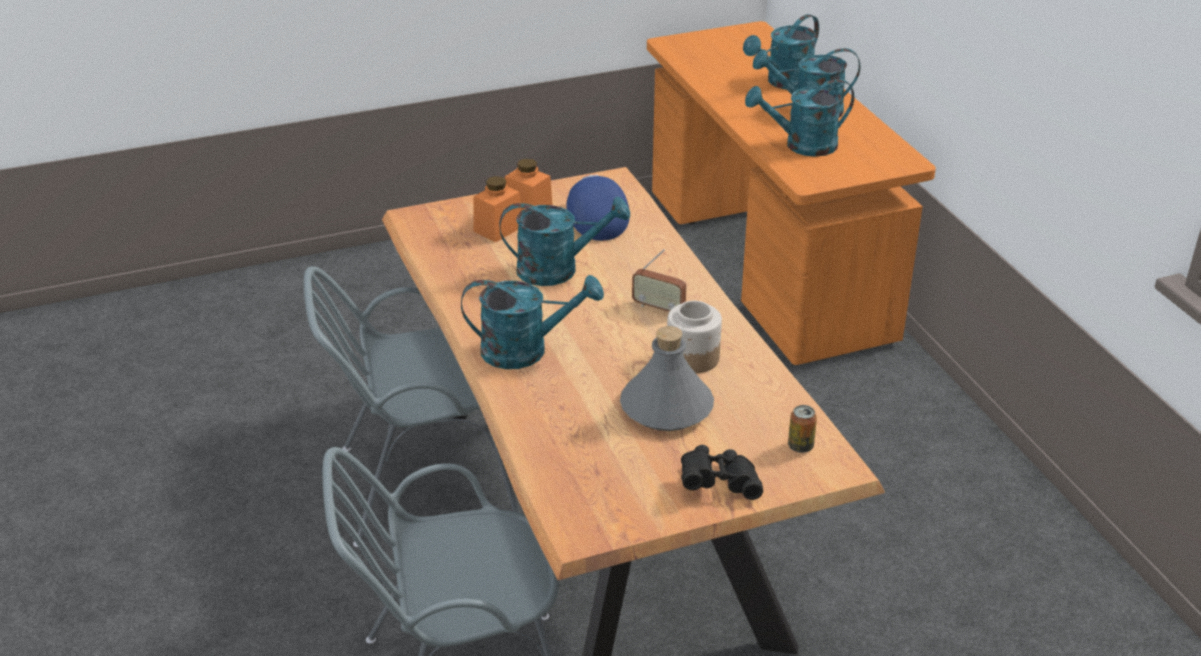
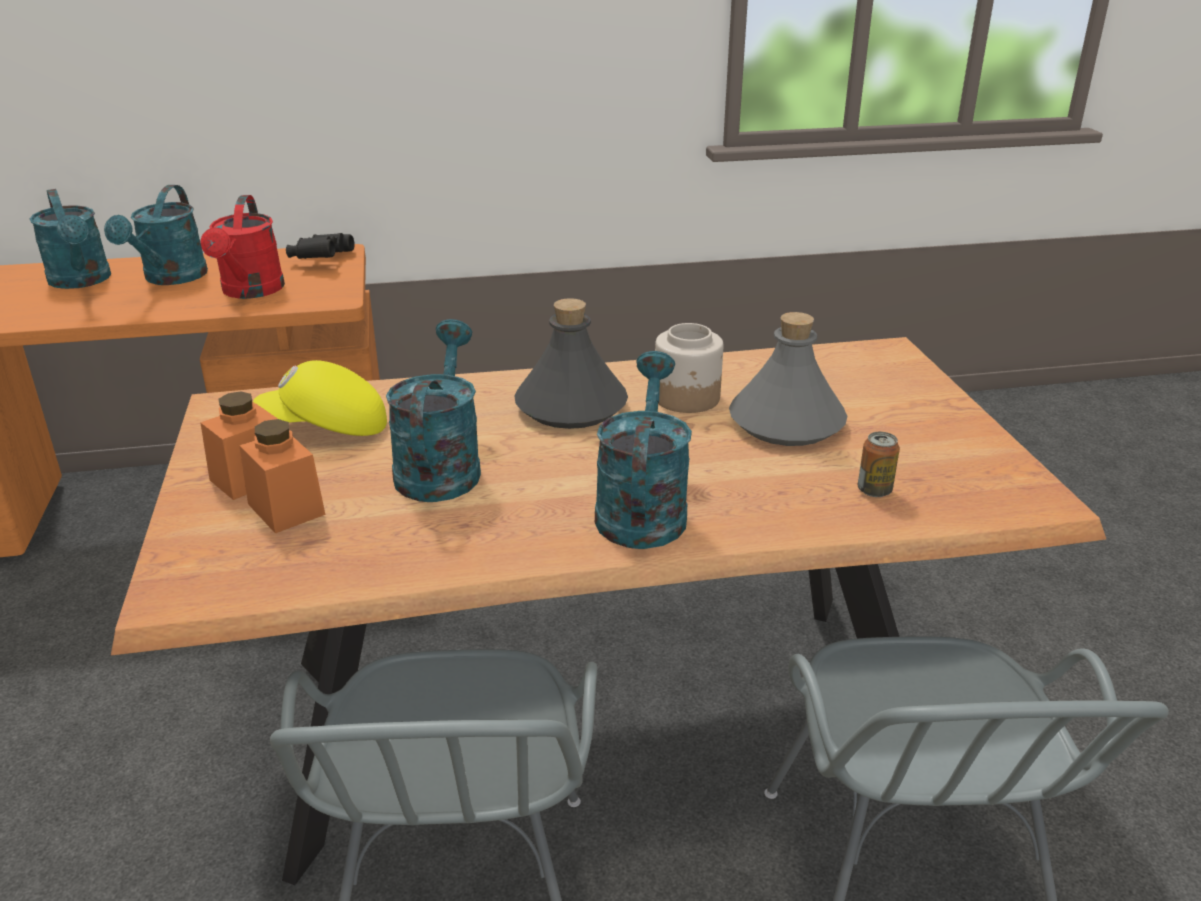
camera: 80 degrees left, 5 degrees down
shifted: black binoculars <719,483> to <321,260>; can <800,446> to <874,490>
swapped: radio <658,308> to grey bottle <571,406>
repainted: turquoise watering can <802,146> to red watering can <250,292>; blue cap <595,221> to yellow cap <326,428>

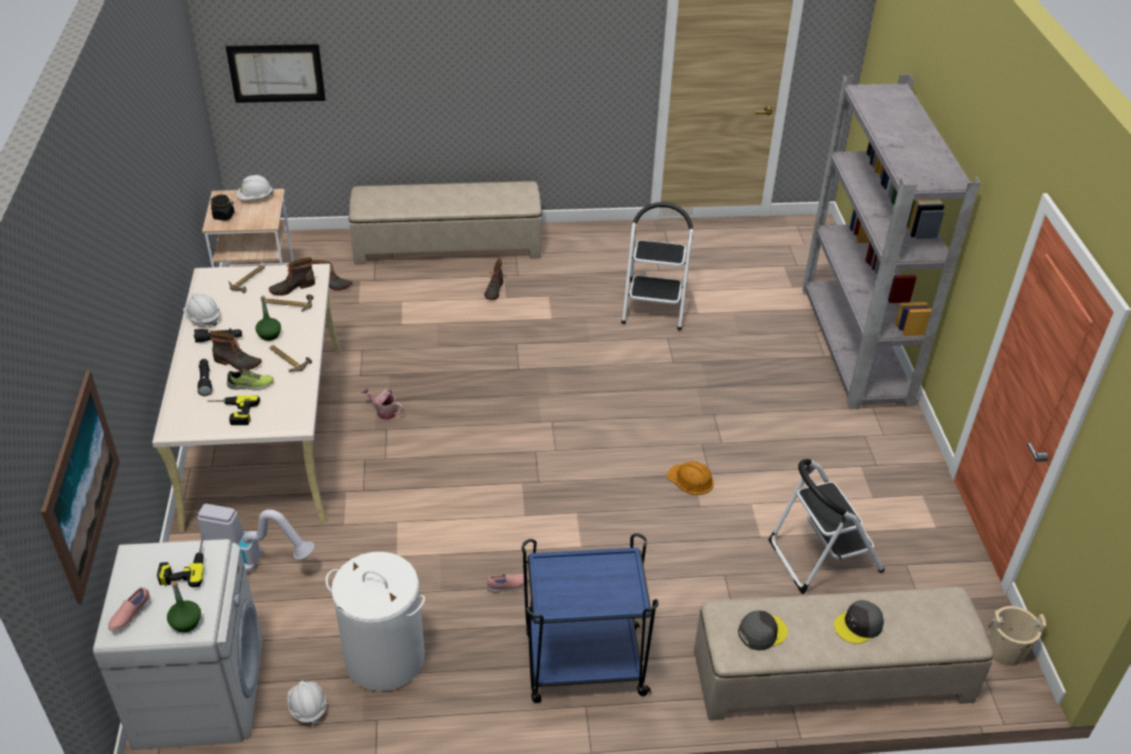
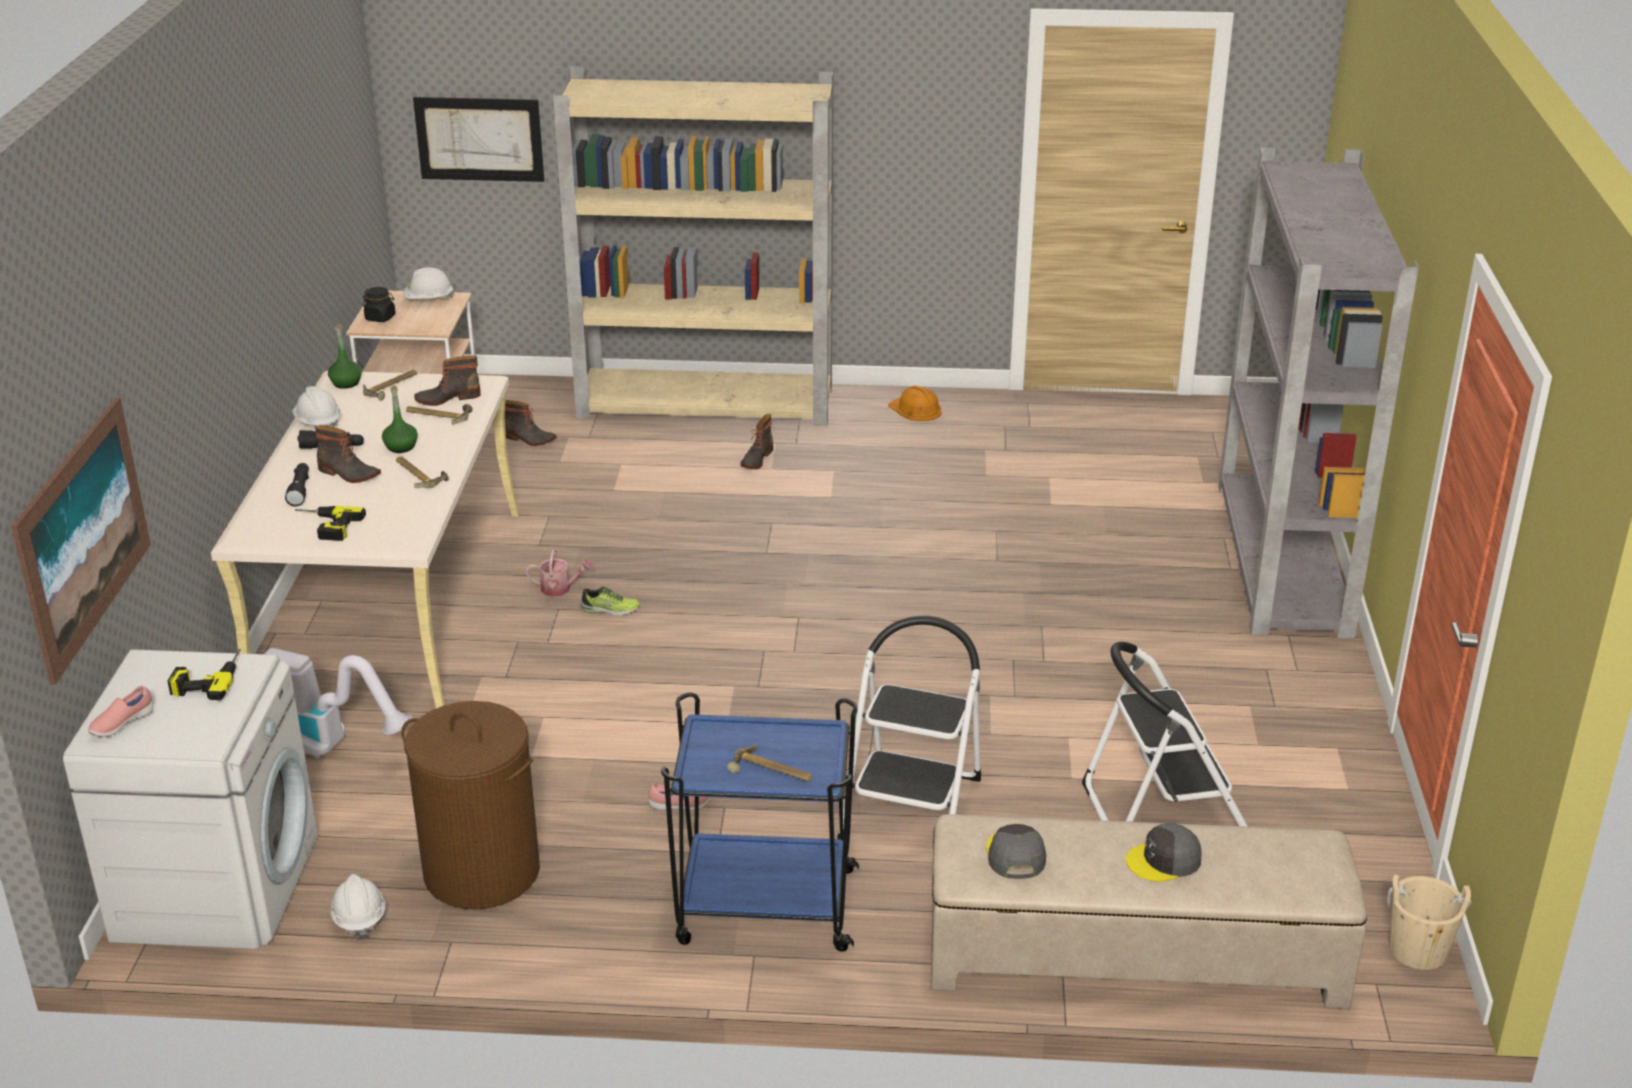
camera: 10 degrees right, 10 degrees down
new: hammer <771,772>
shifted: green bottle <186,622> to <346,383>; shoe <250,385> to <610,609>; step ladder <655,303> to <913,806>; orange hard hat <691,480> to <915,409>
swapped: beige bench <448,244> to beige bookcase <706,402>
repainted: white laundry basket <384,658> to brown laundry basket <481,872>
rotated: watering can <384,411> = <560,588> 150 degrees clockwise; grey cap <762,632> = <1015,855> 75 degrees counterclockwise

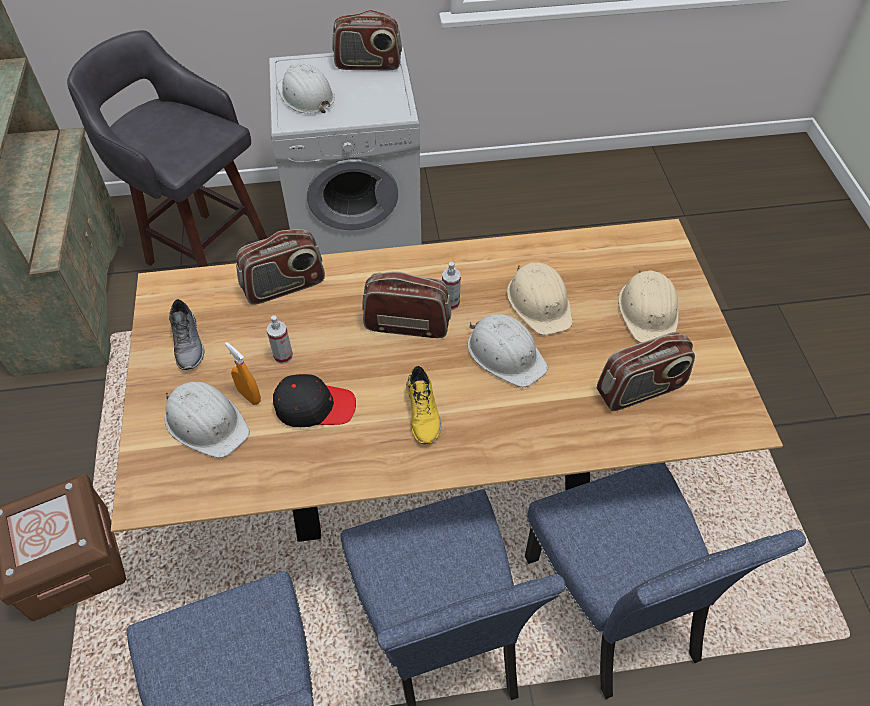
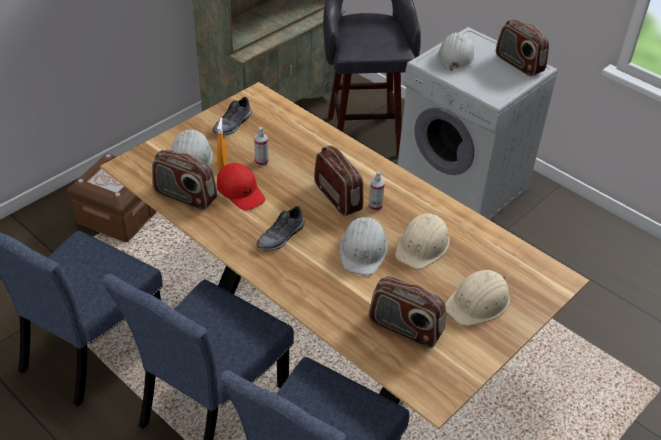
camera: 50 degrees right, 10 degrees down
shifted: radio <284,286> to <185,196>
repainted: black cap <314,406> to red cap <241,192>; yellow shoe <424,412> to grey shoe <282,237>

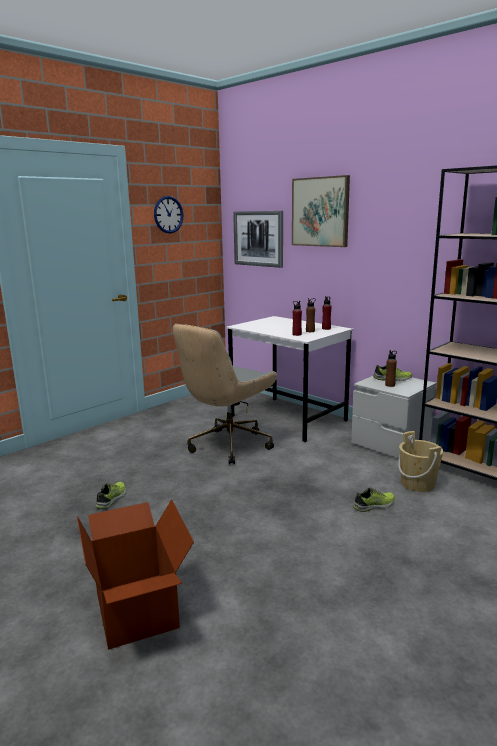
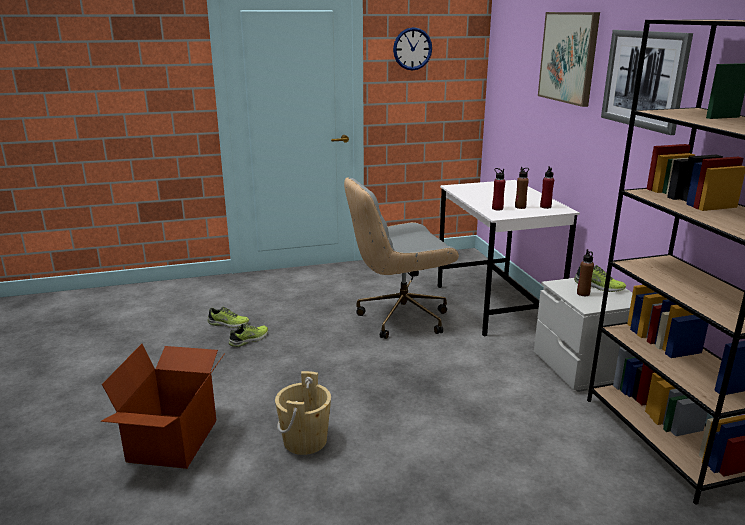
camera: 30 degrees right, 5 degrees up
shifted: shoe <374,505> to <228,324>; beige bucket <417,483> to <305,441>; picture <258,238> to <644,79>

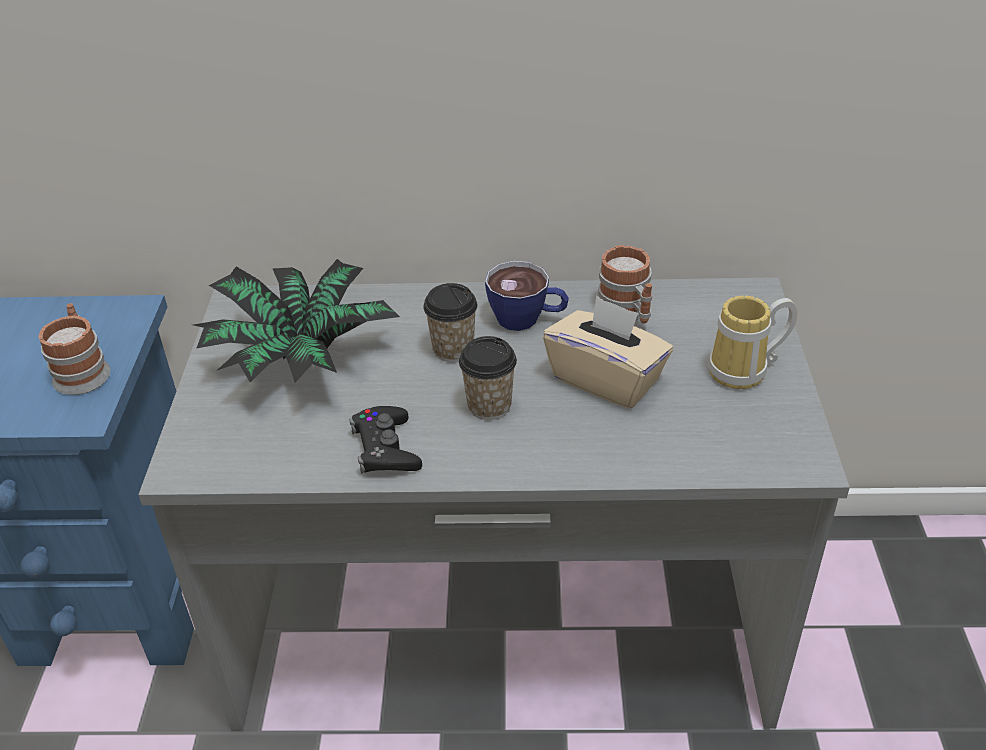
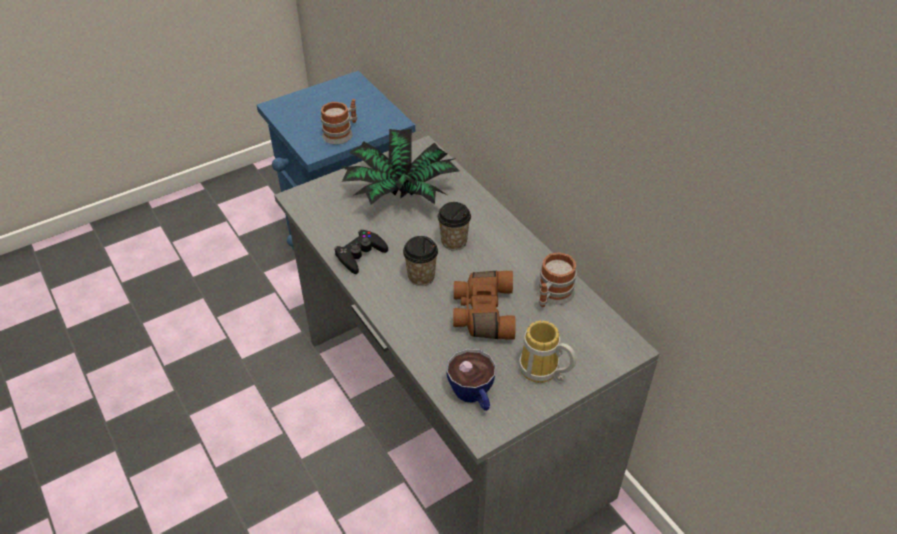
camera: 55 degrees right, 5 degrees up
shifted: cup <527,319> to <473,396>
swapped: beige tissue box <606,379> to brown binoculars <482,313>

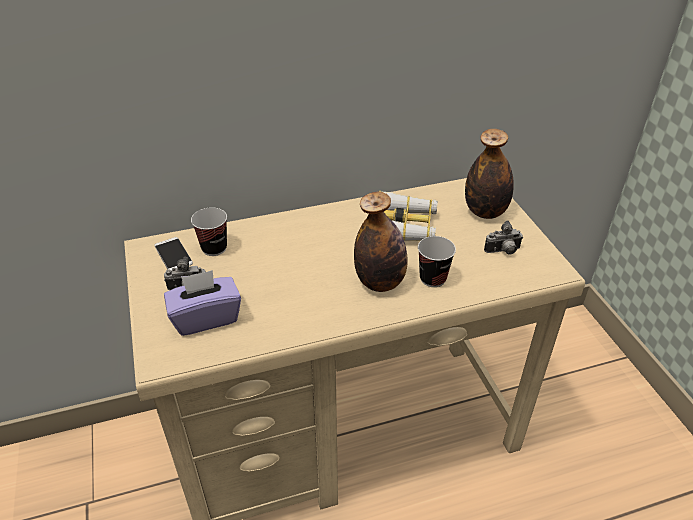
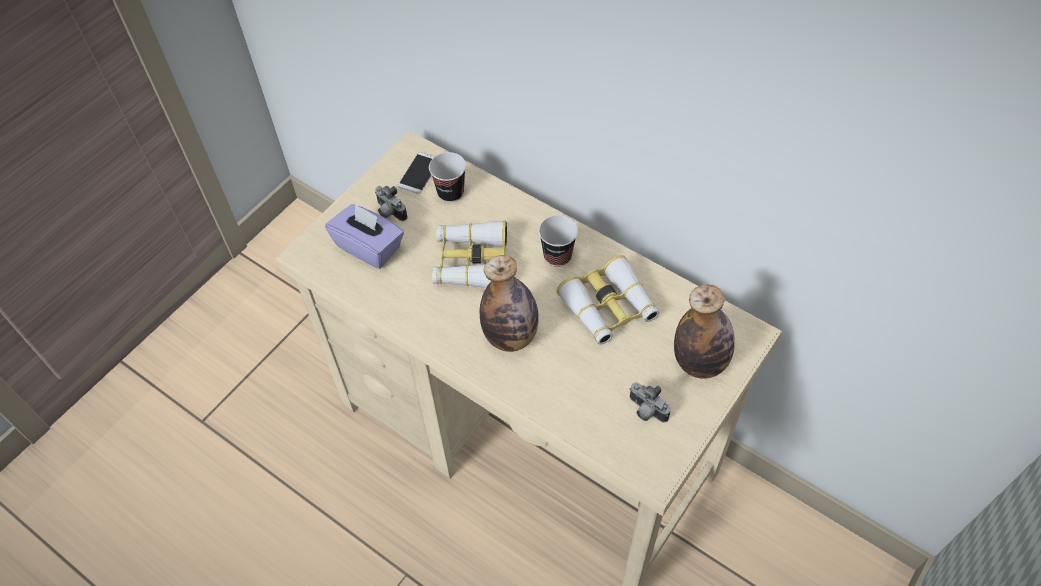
camera: 55 degrees right, 15 degrees up
new: binoculars <471,262>
shifted: cup <433,278> to <557,256>

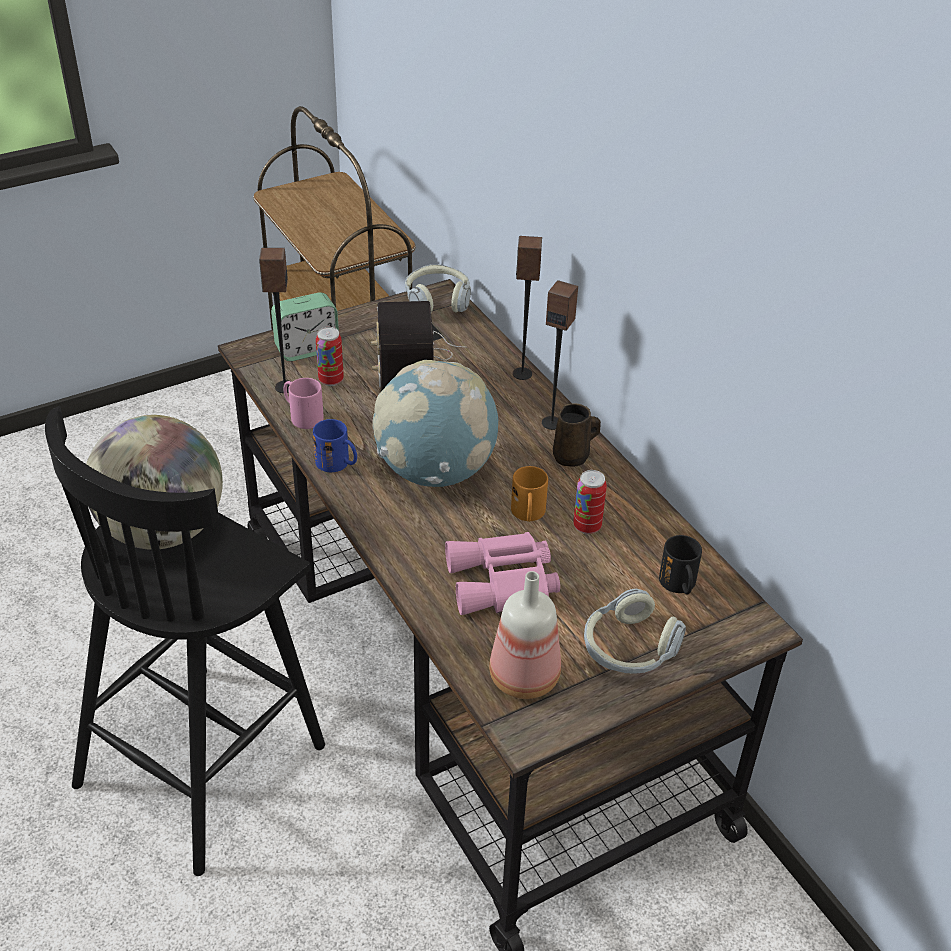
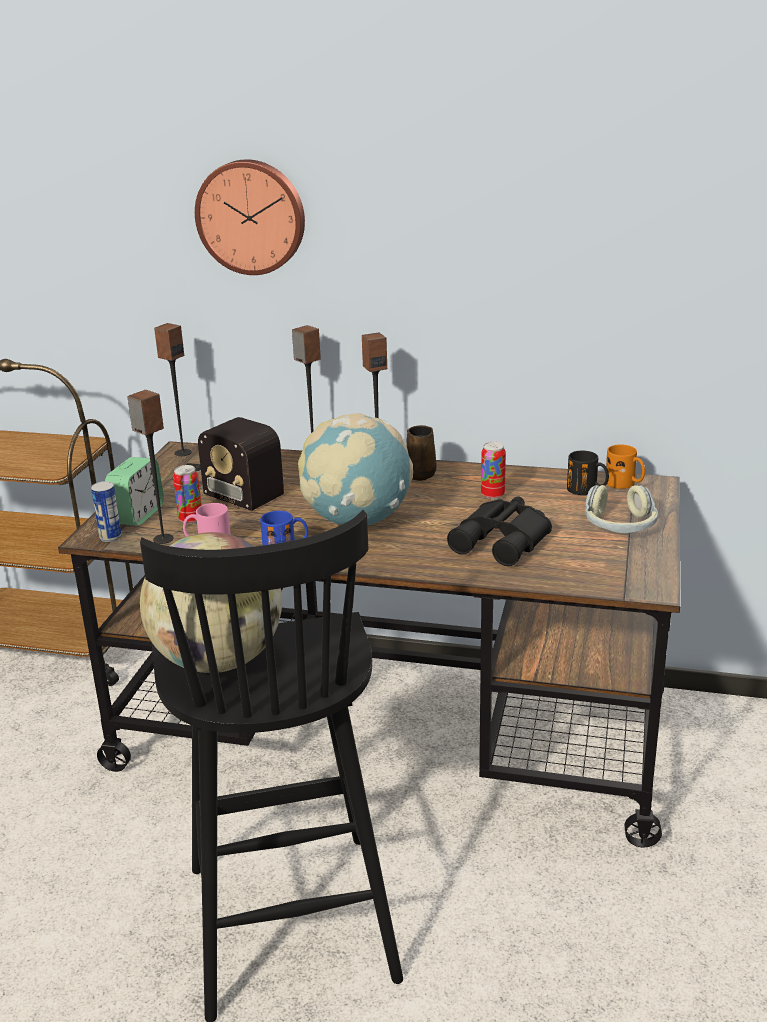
camera: 45 degrees left, 15 degrees down
gone: bottle <525,679>
new: can <110,537>; wall clock <251,216>
shifted: orange mug <528,514> to <625,484>
swapped: headphones <437,299> to speaker <182,452>
repainted: pink binoculars <504,584> to black binoculars <504,541>

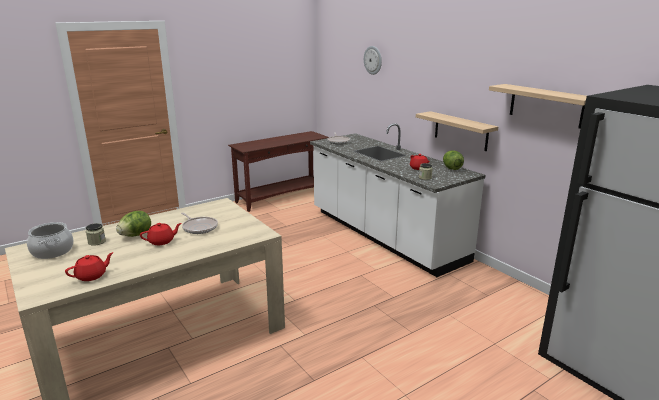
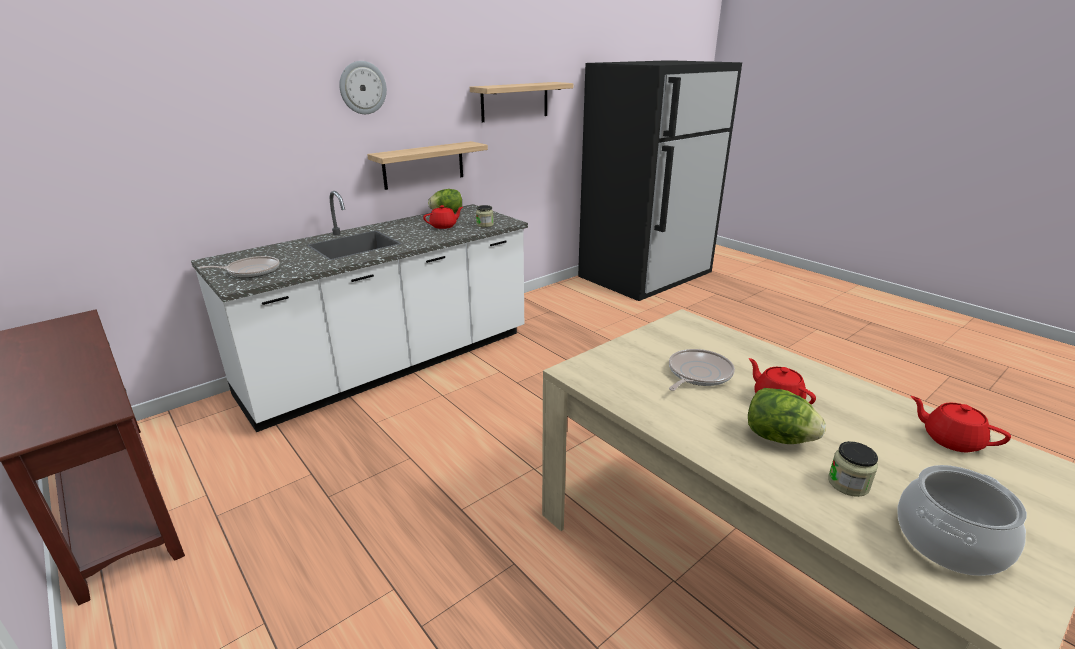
camera: 95 degrees left, 5 degrees up
shifted: wall clock <373,60> to <362,87>

